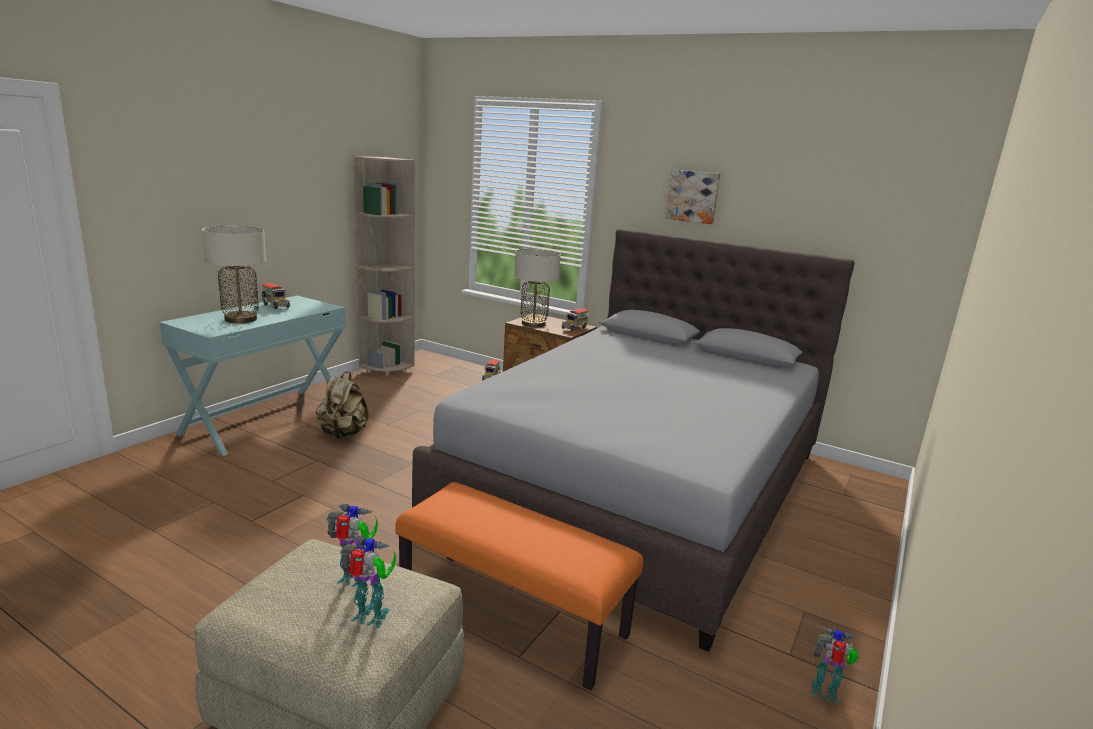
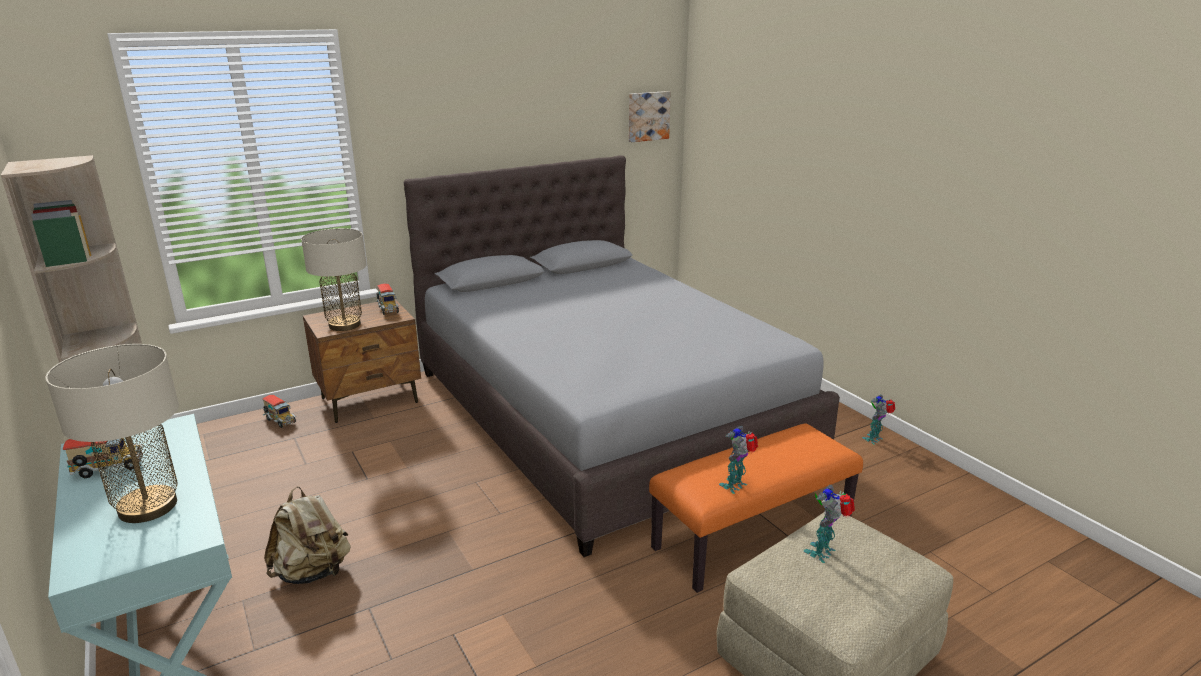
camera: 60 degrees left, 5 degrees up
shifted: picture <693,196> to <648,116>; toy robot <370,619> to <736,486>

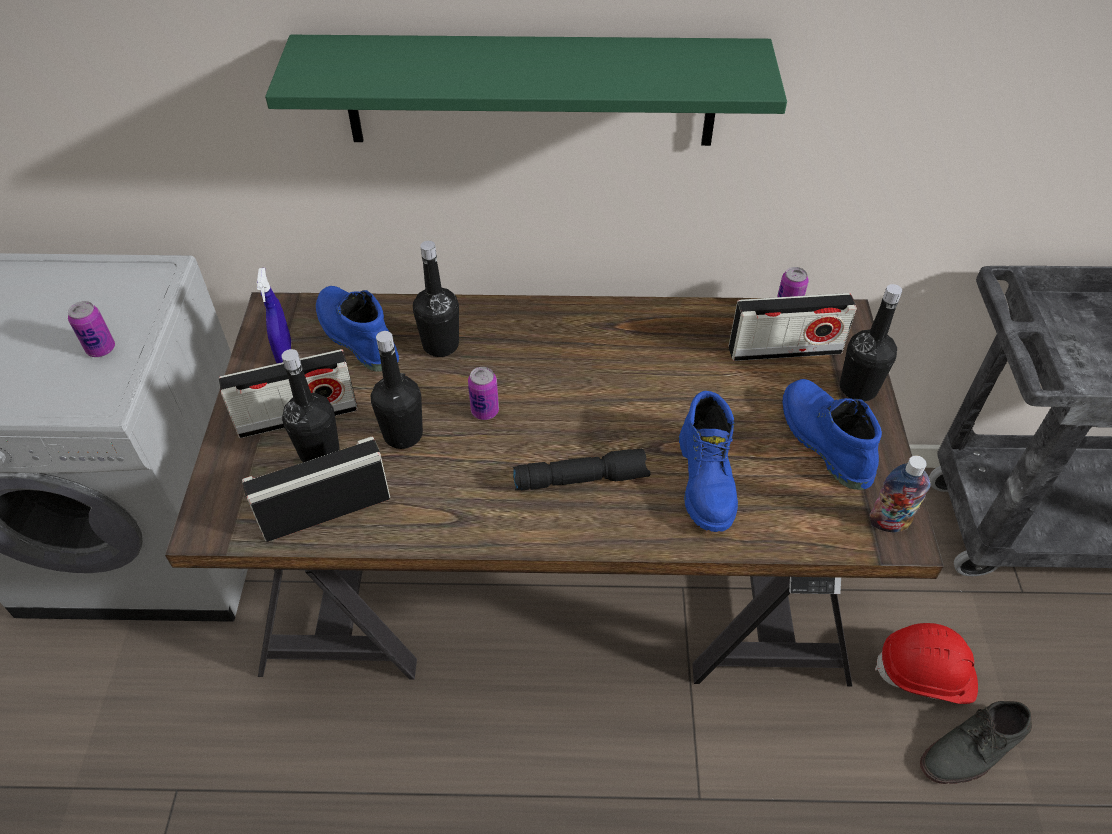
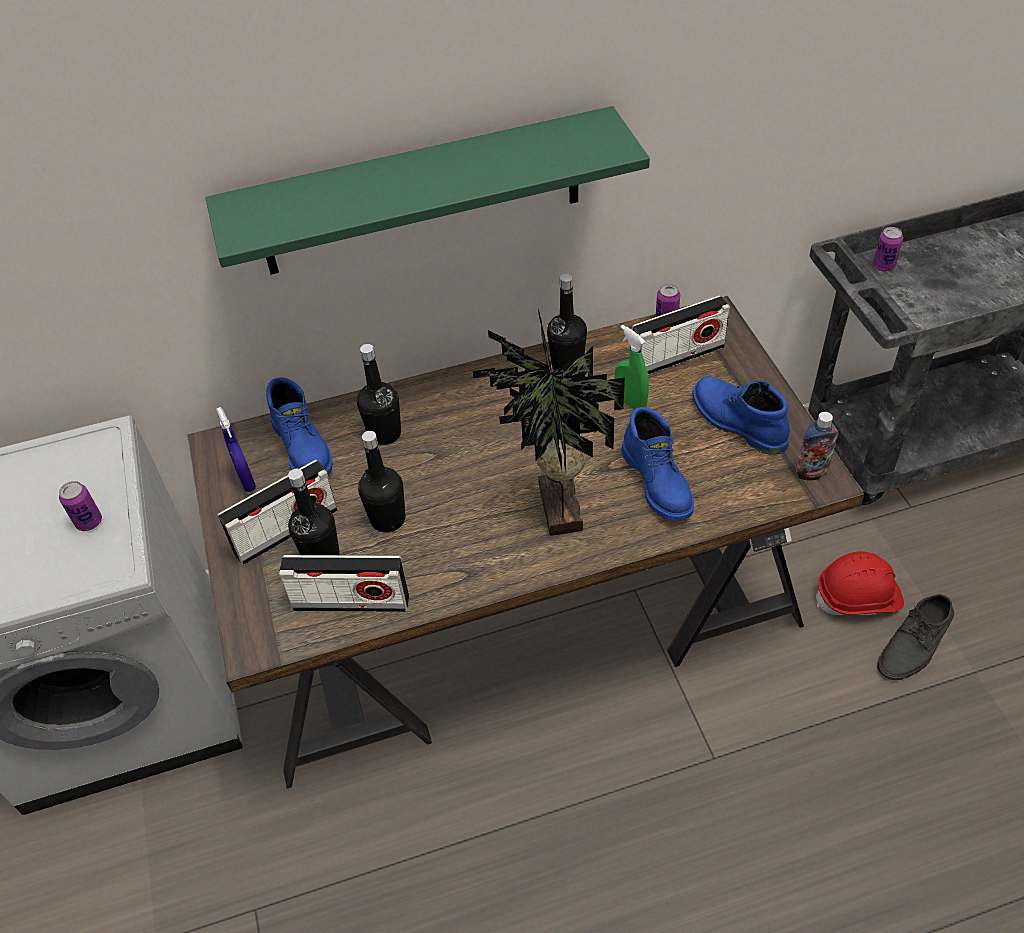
camera: 15 degrees left, 0 degrees up
new: green spray bottle <630,402>
shifted: black bottle <858,388> to <567,364>; can <485,411> to <883,266>
swapped: black flashlight <581,478> to potted plant <556,510>
rotated: blue boot <355,336> = <304,447> 150 degrees counterclockwise; radio <326,510> = <351,602> 135 degrees counterclockwise

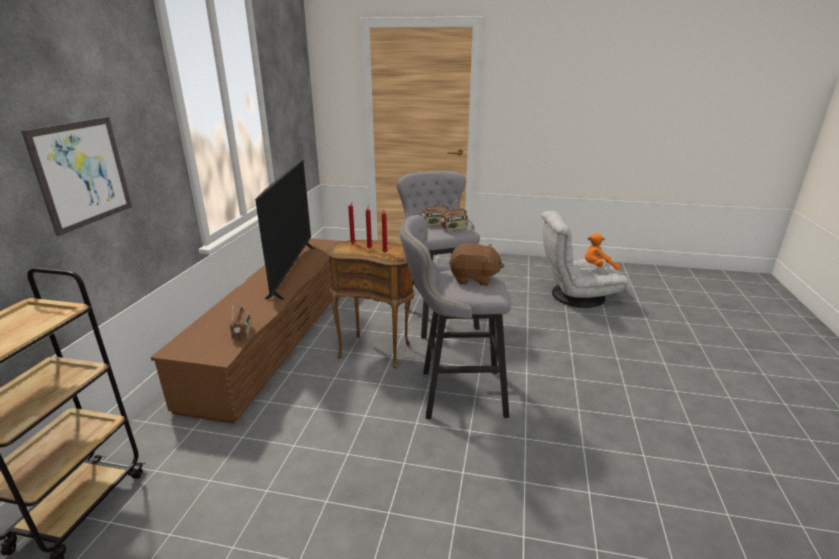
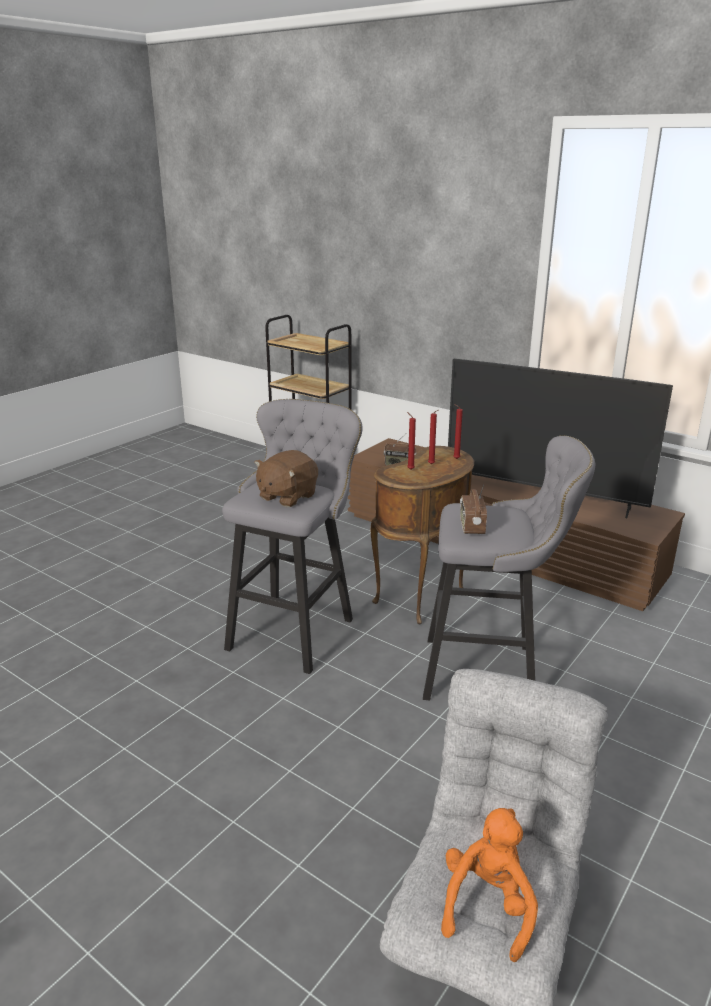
camera: 115 degrees right, 0 degrees up
gone: picture <82,173>; radio <435,224>

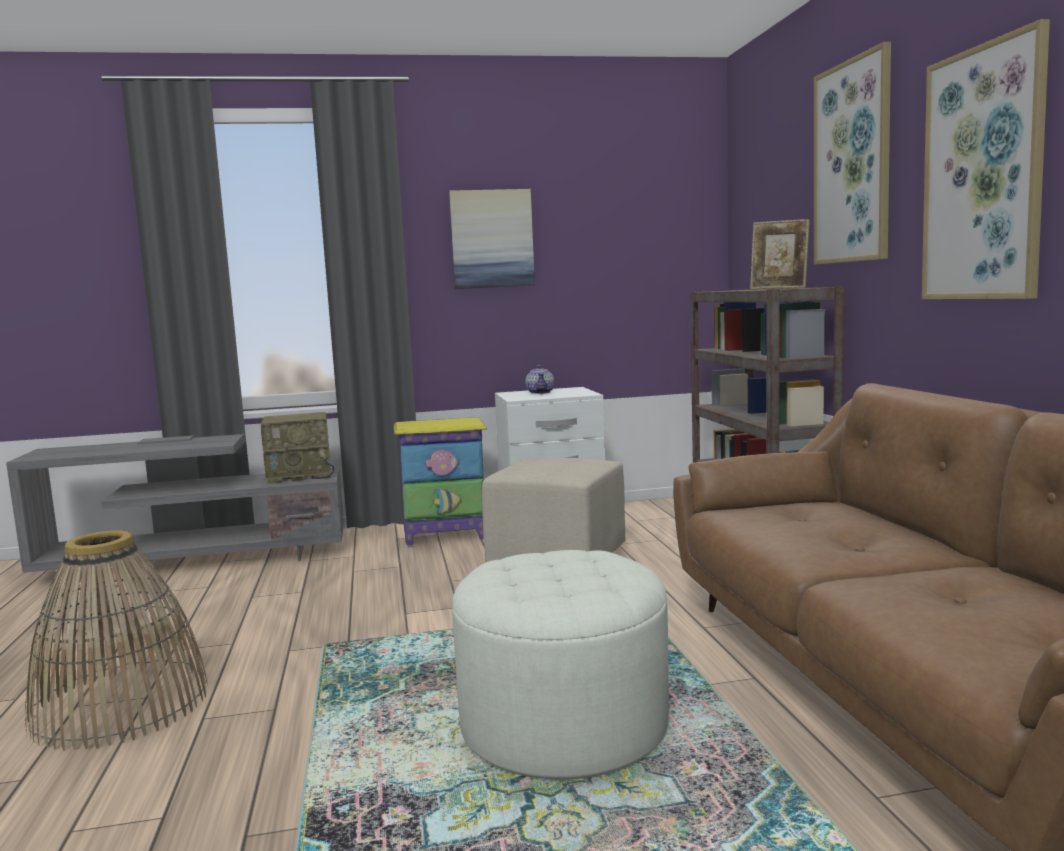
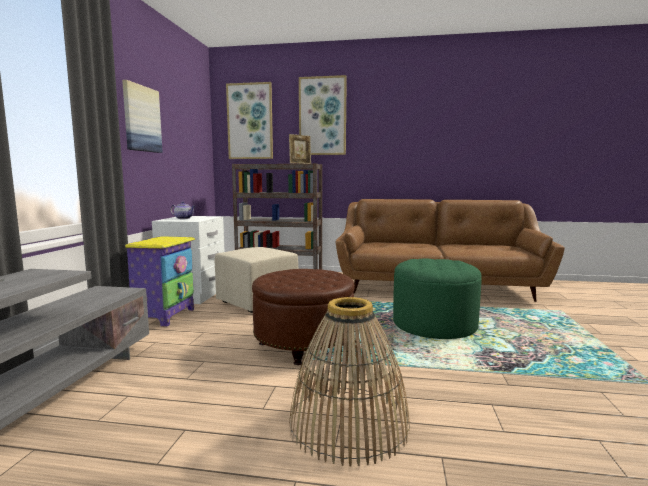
camera: 70 degrees left, 0 degrees up
gone: radio <301,475>
new: brown ottoman <304,344>
shifted: picture <983,174> to <250,121>
repainted: white ottoman <564,724> to green ottoman <434,324>

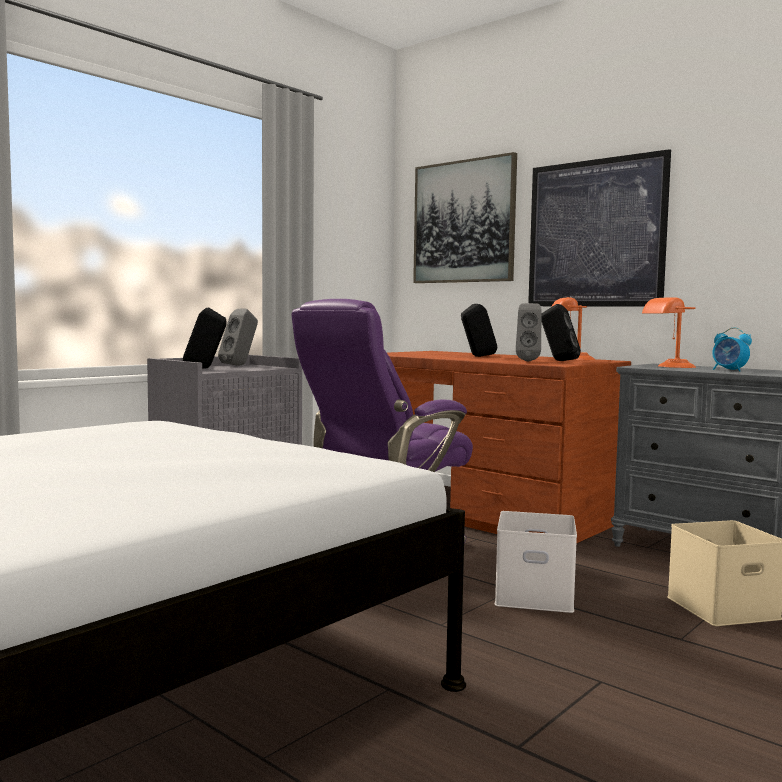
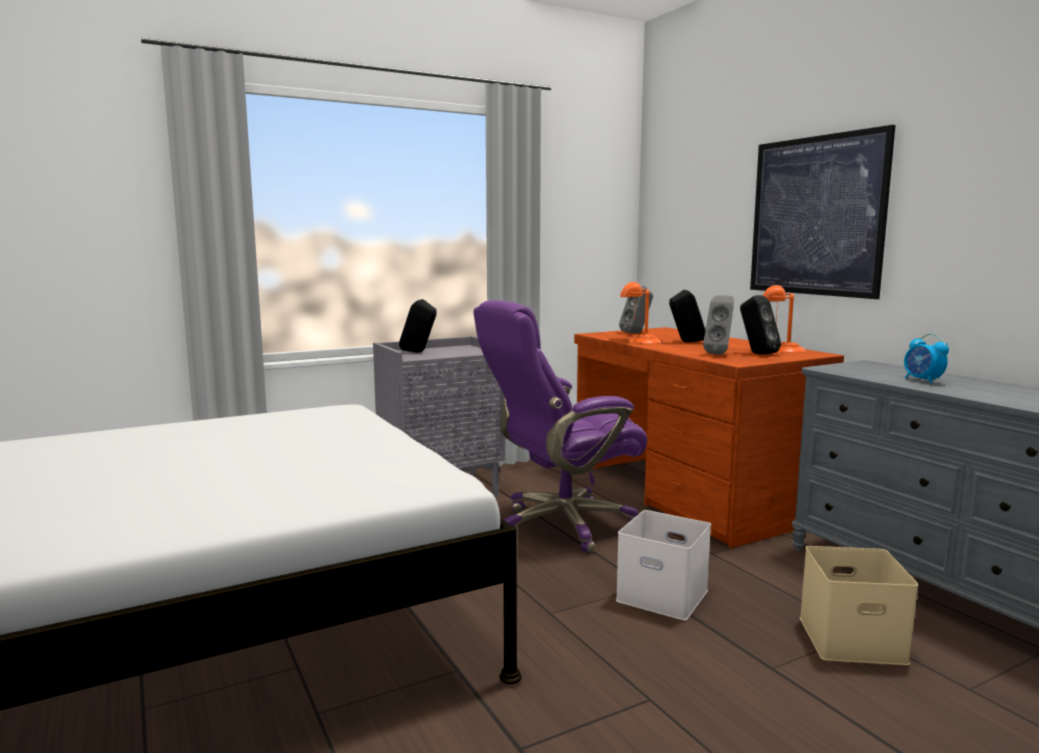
camera: 20 degrees right, 5 degrees up
gone: picture <464,222>
shifted: grey speaker <240,365> to <637,333>; orange table lamp <670,366> to <638,341>

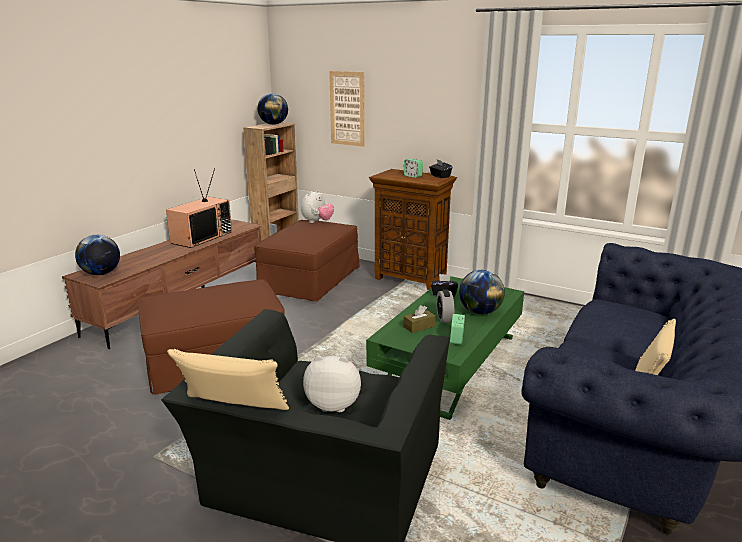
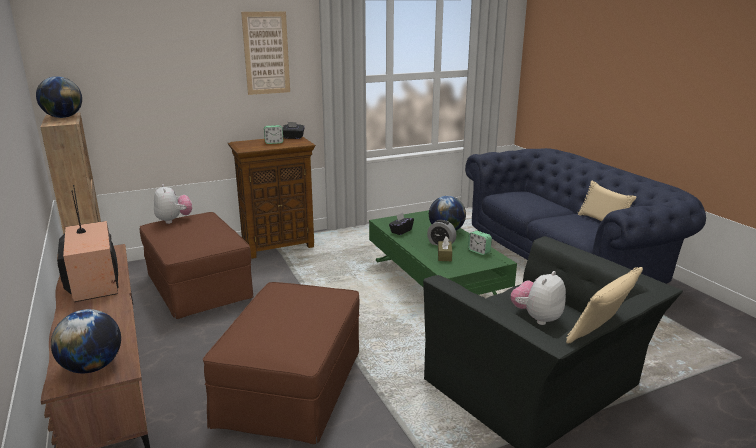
camera: 55 degrees left, 0 degrees up
shifted: picture <347,109> to <266,53>

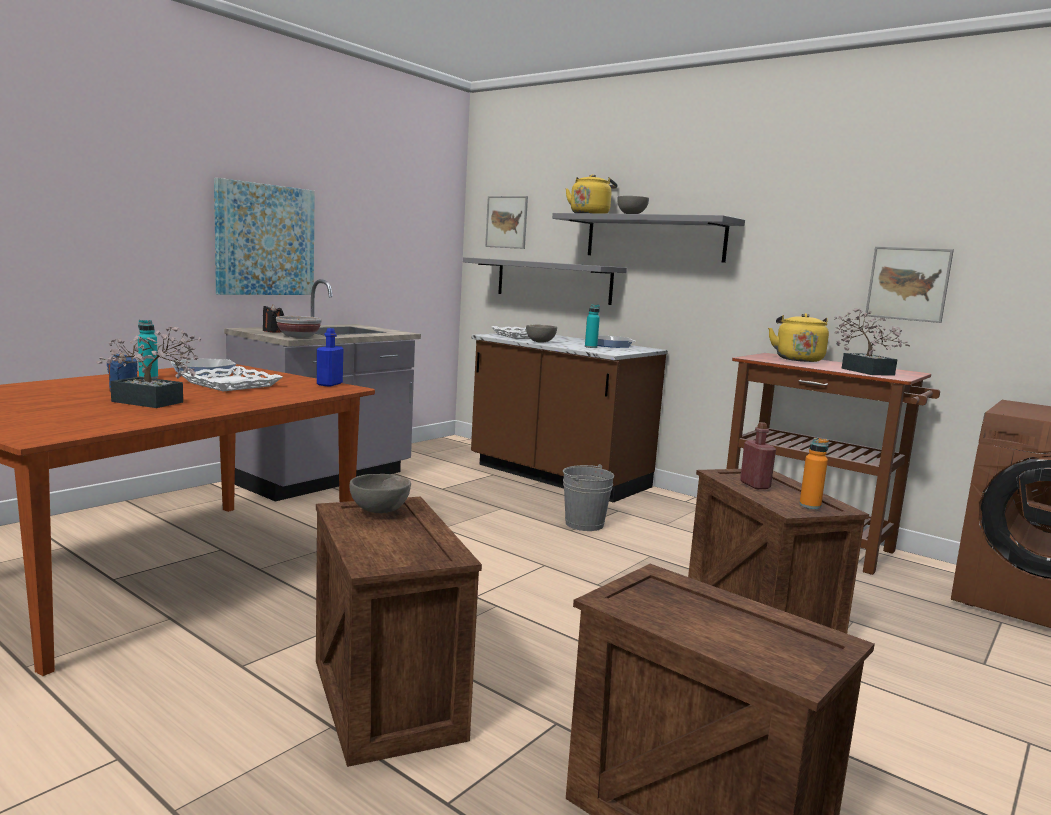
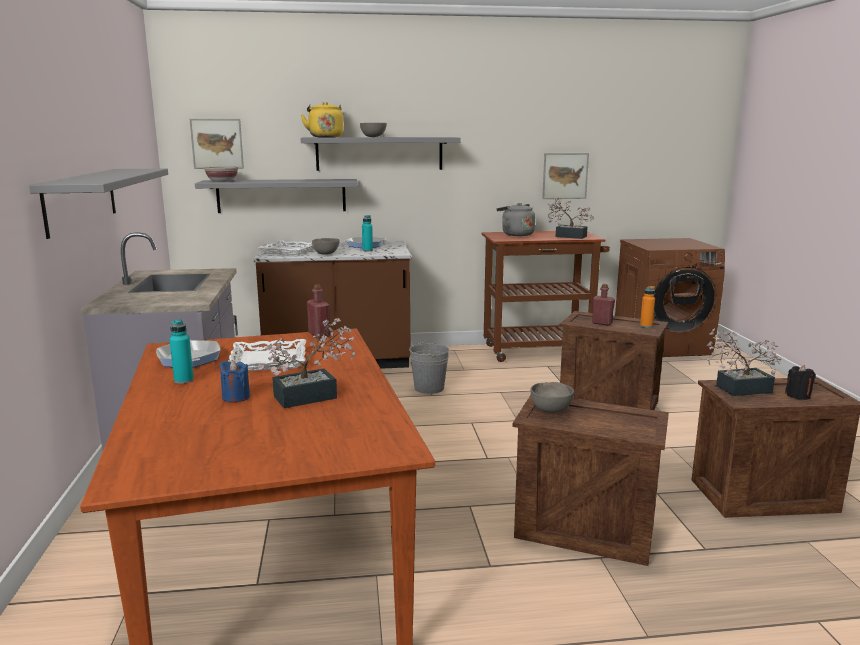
camera: 45 degrees left, 5 degrees up
new: potted plant <738,389>
shifted: bowl <299,336> to <222,181>; black candle <273,331> to <798,396>
swapped: picture <265,240> to grey shelf <81,200>
repainted: blue bottle <329,384> to red bottle <319,335>; yellow kettle <797,359> to grey kettle <516,234>

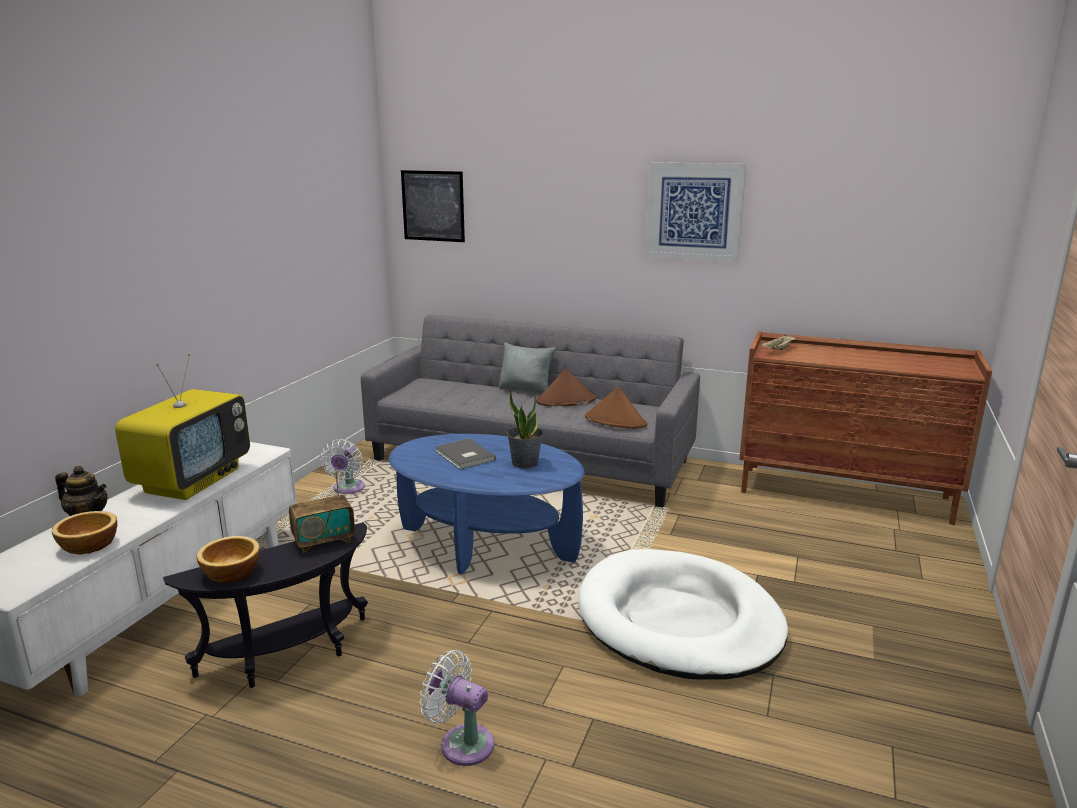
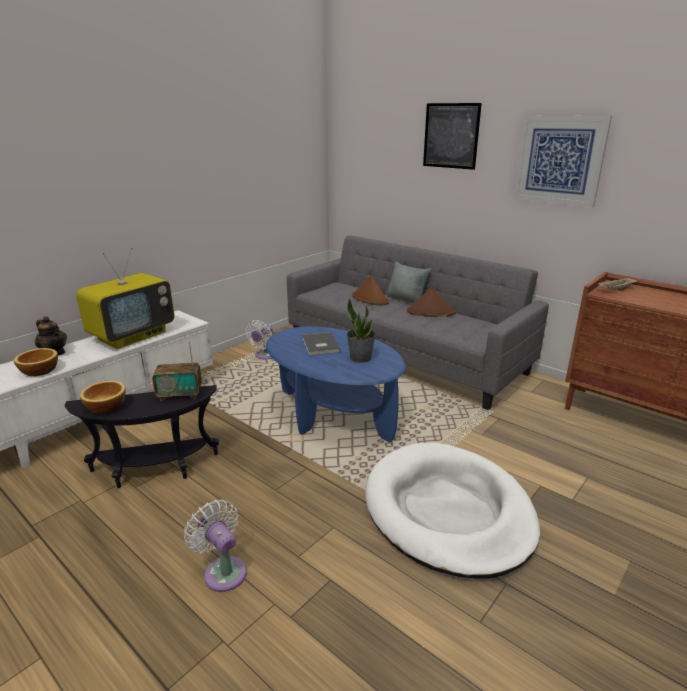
camera: 20 degrees right, 5 degrees up
shifted: brown hat <616,421> to <370,299>; picture <433,206> to <451,136>

